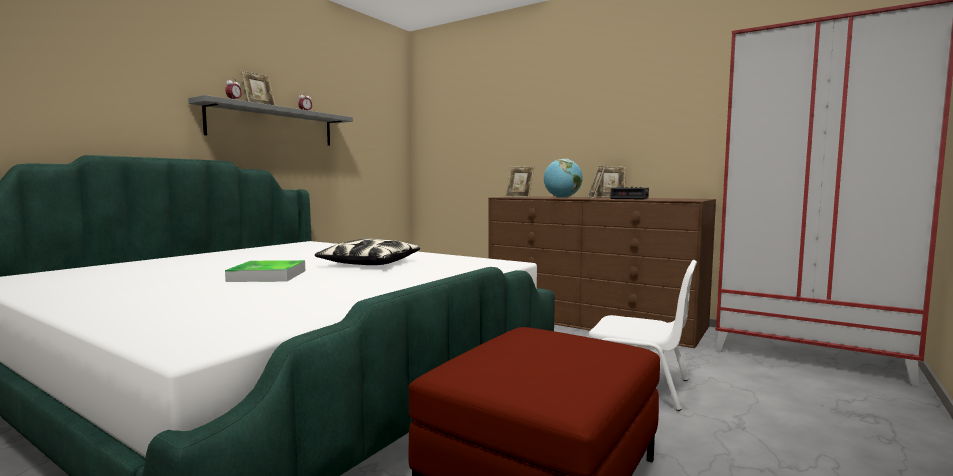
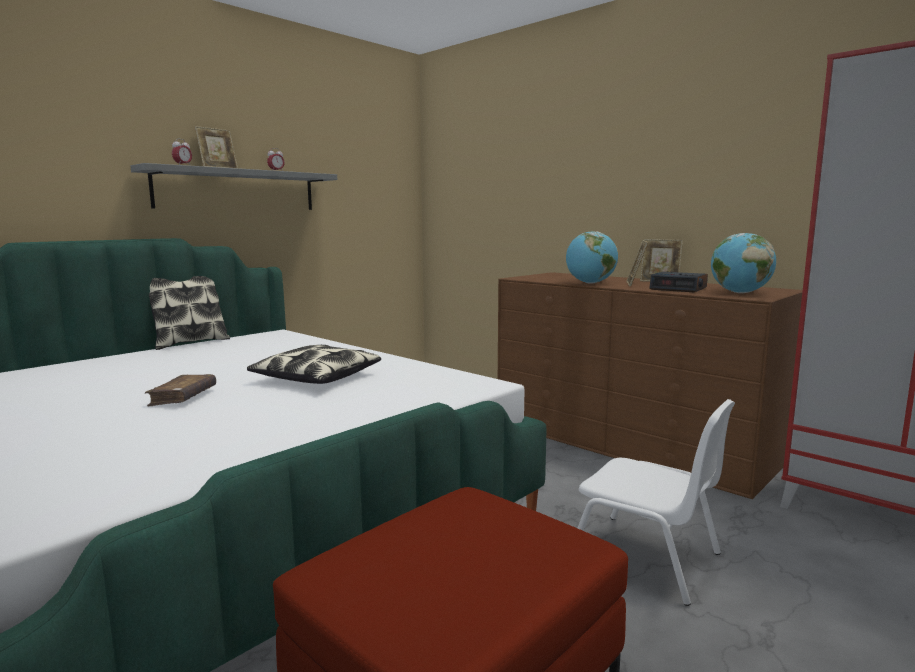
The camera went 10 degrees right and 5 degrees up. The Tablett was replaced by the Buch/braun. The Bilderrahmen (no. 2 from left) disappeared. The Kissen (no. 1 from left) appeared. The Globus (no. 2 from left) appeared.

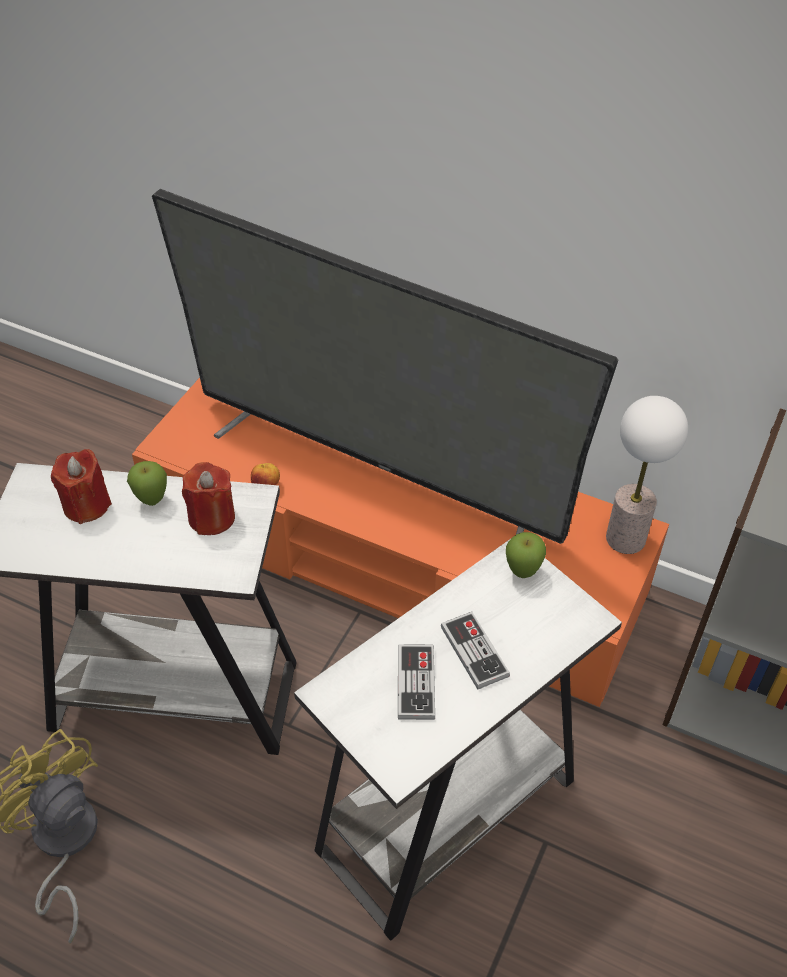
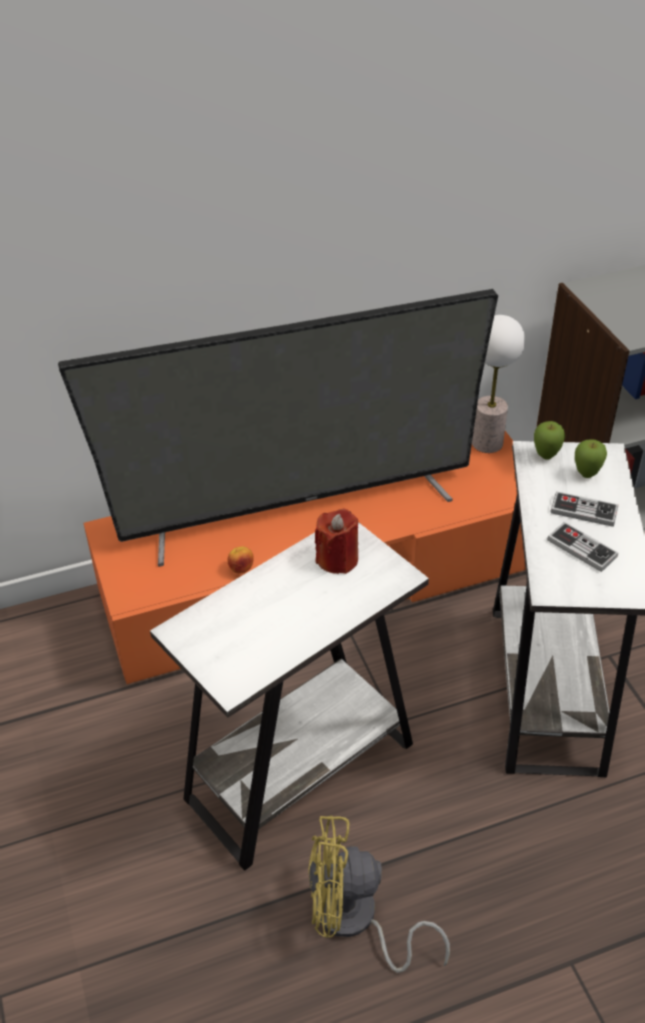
The camera went 45 degrees left and 5 degrees down. The Kerze/rot (no. 1 from left) disappeared. The Apfel (no. 1 from left in the first image) moved.

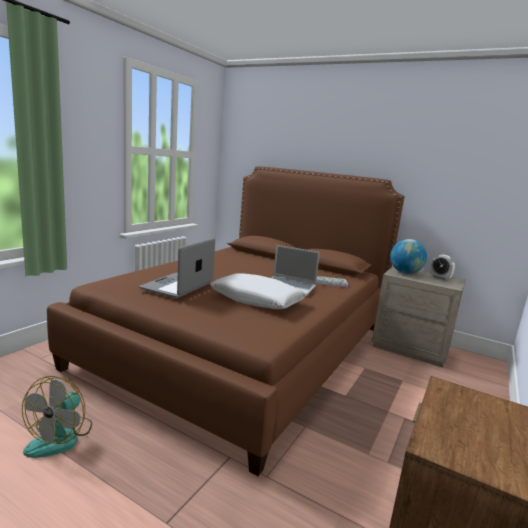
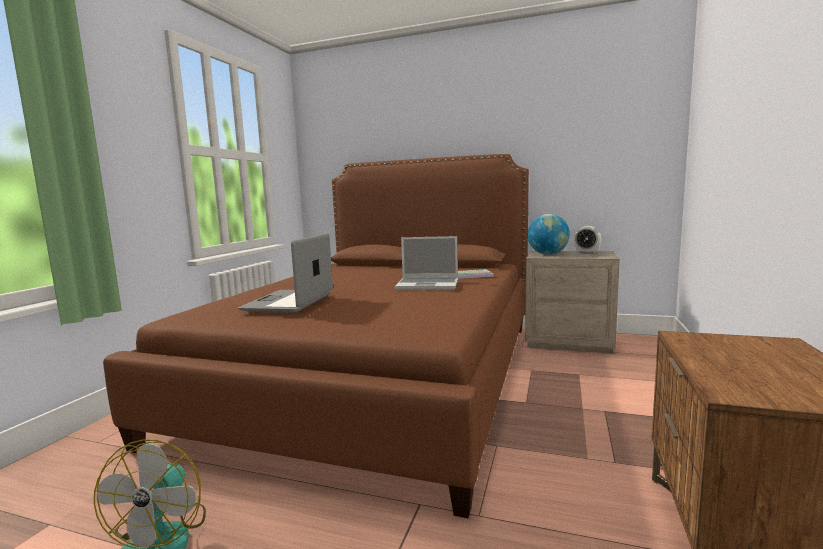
The camera went 10 degrees left and 5 degrees down. The Kissen/weiß disappeared.

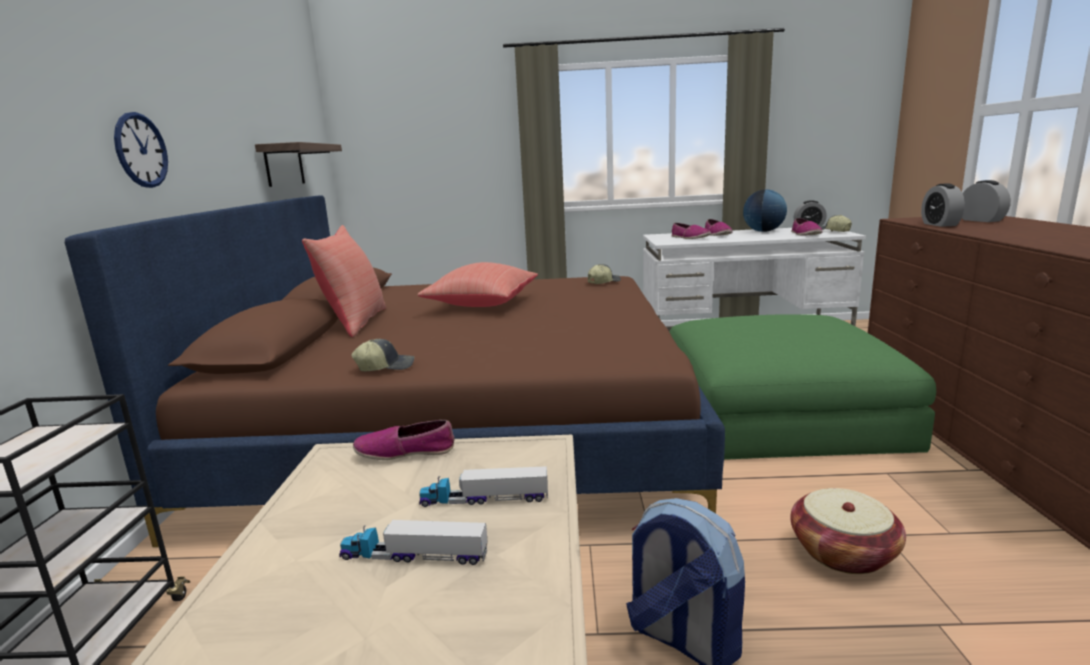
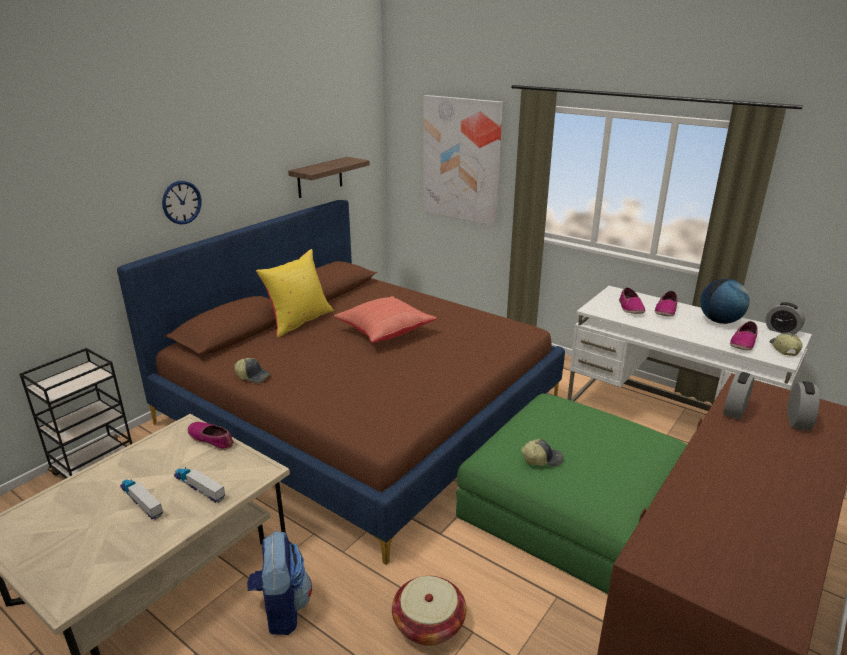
The camera went 35 degrees right and 10 degrees up. The Kissen/rot (no. 1 from left) became the Kissen/gelb. The Kappe (no. 2 from left) moved. The Bild appeared.

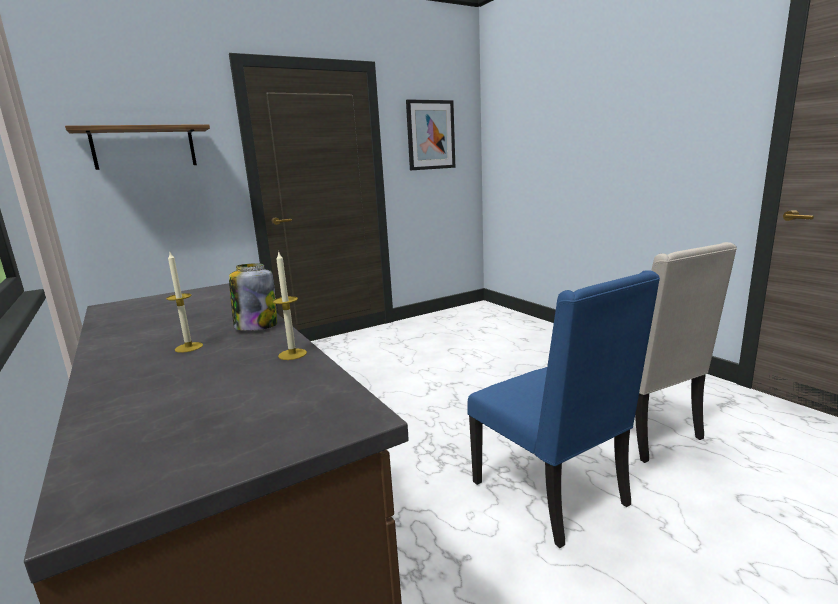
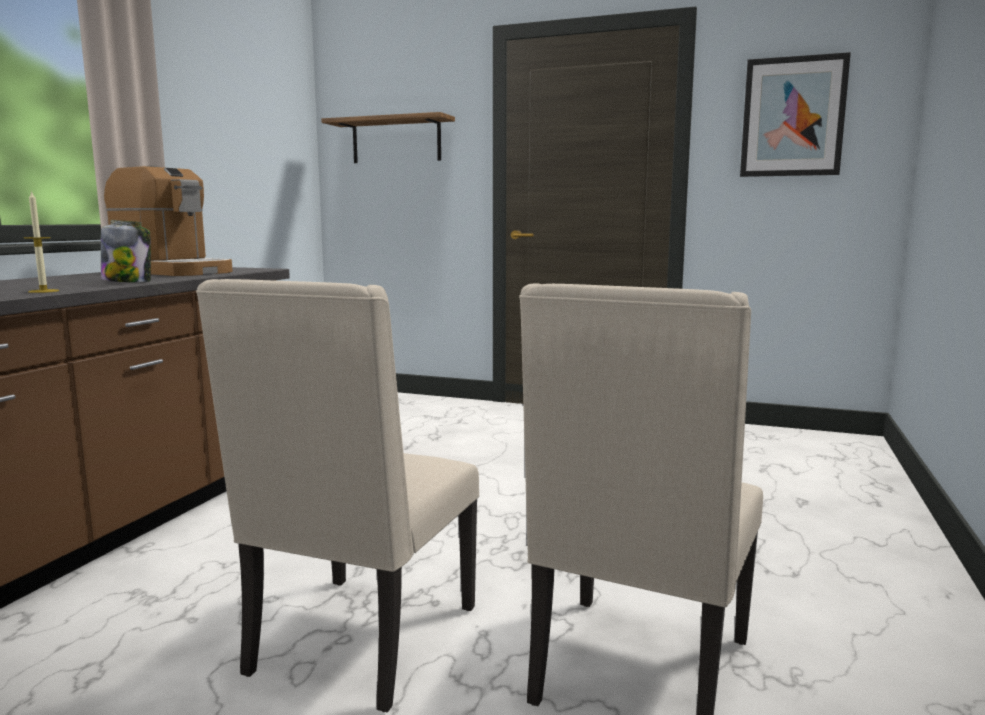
The camera went 50 degrees right and 5 degrees down. The Kerze (no. 1 from left) disappeared. The Stuhl/blau became the Stuhl/beige (no. 1 from left). The Kaffeemaschine appeared.

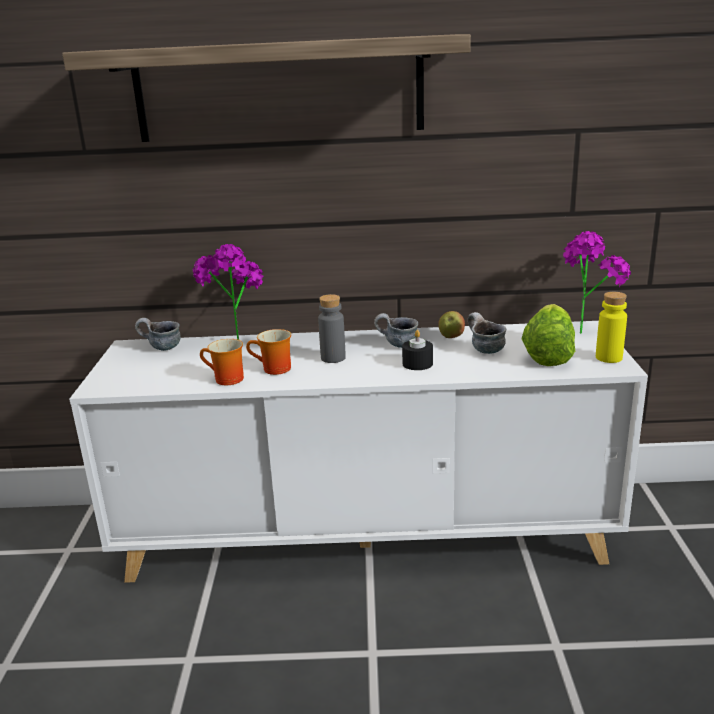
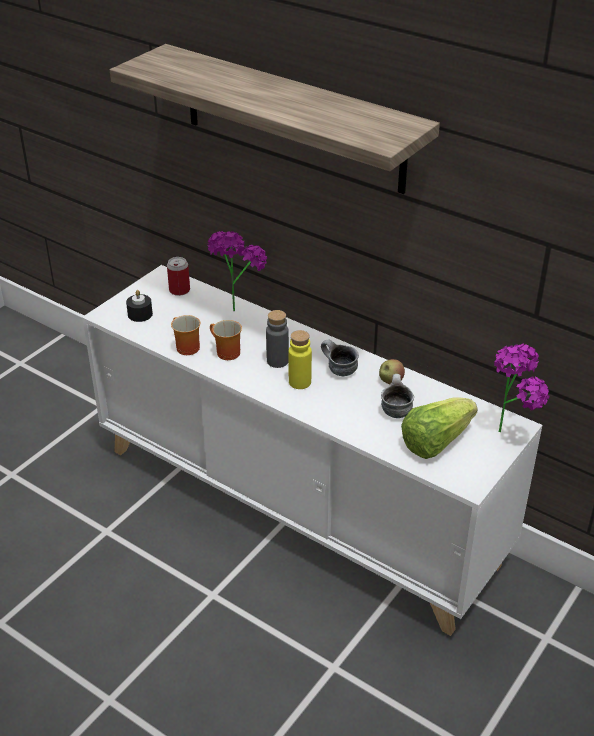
The camera went 35 degrees right and 15 degrees up. The Henkelbecher (no. 1 from left) was replaced by the Dose. The Kerze/schwarz moved. The Flasche/gelb moved.

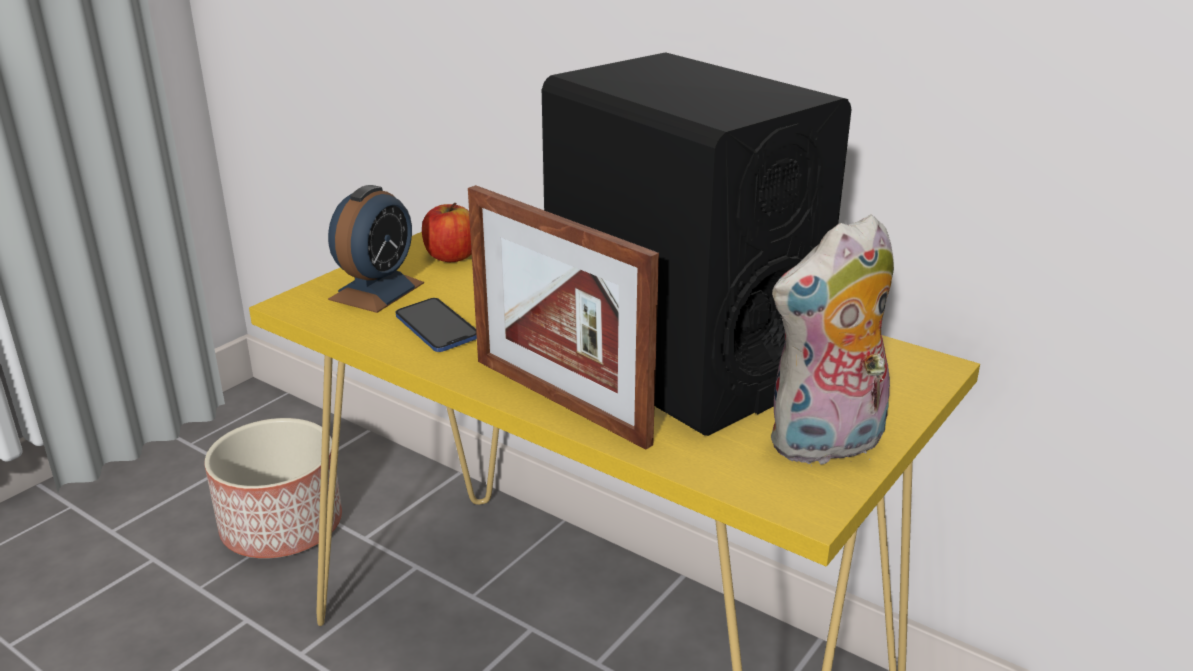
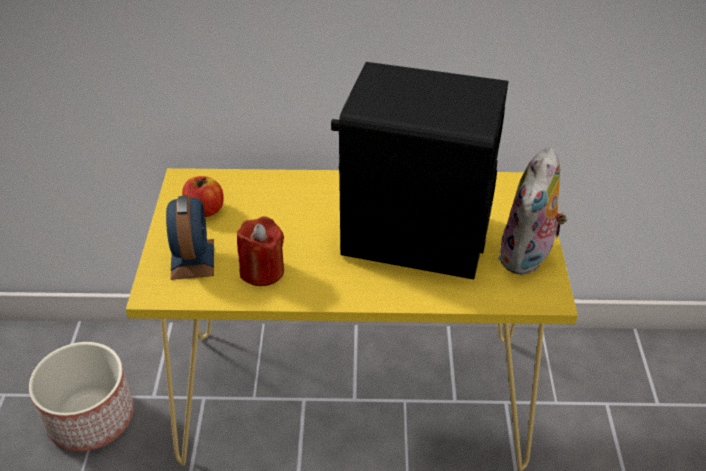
The camera went 35 degrees left and 15 degrees up. The Handy was replaced by the Kerze/rot. The Bilderrahmen disappeared.

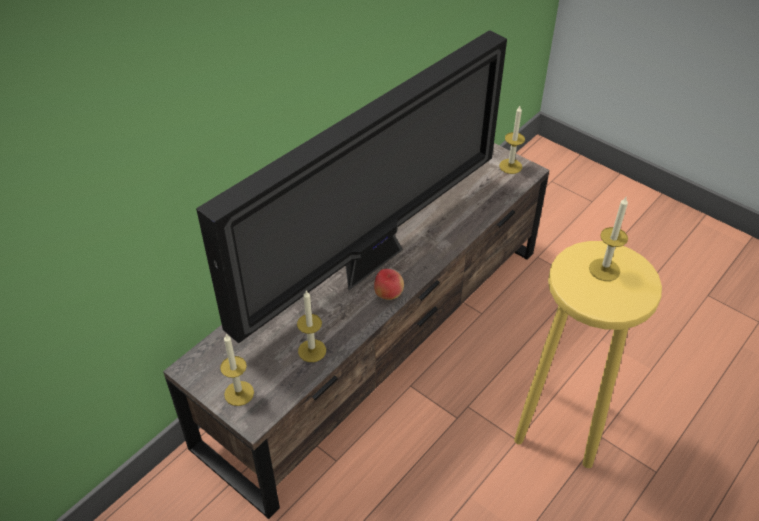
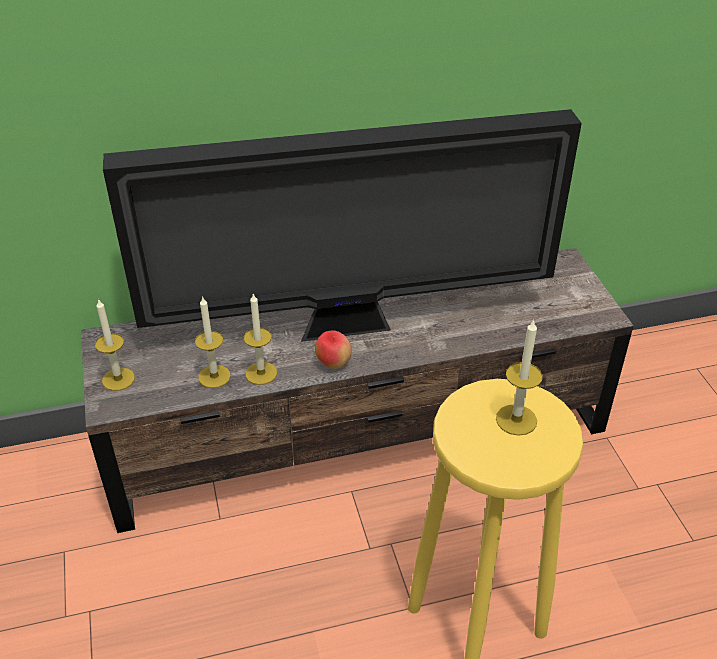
The camera went 35 degrees right and 5 degrees down. The Kerze (no. 3 from left) moved.

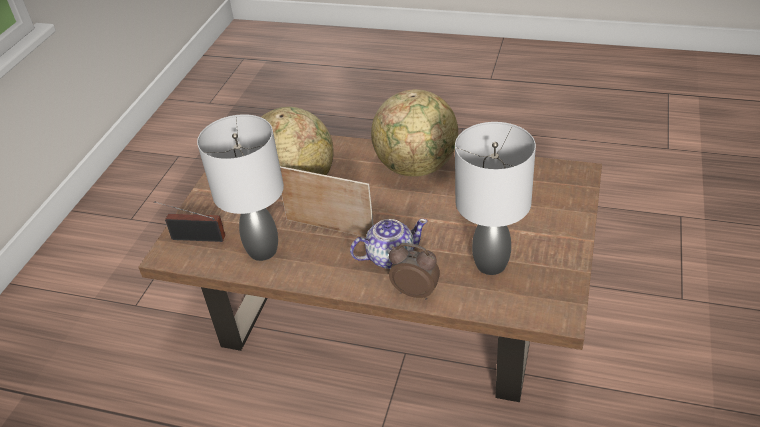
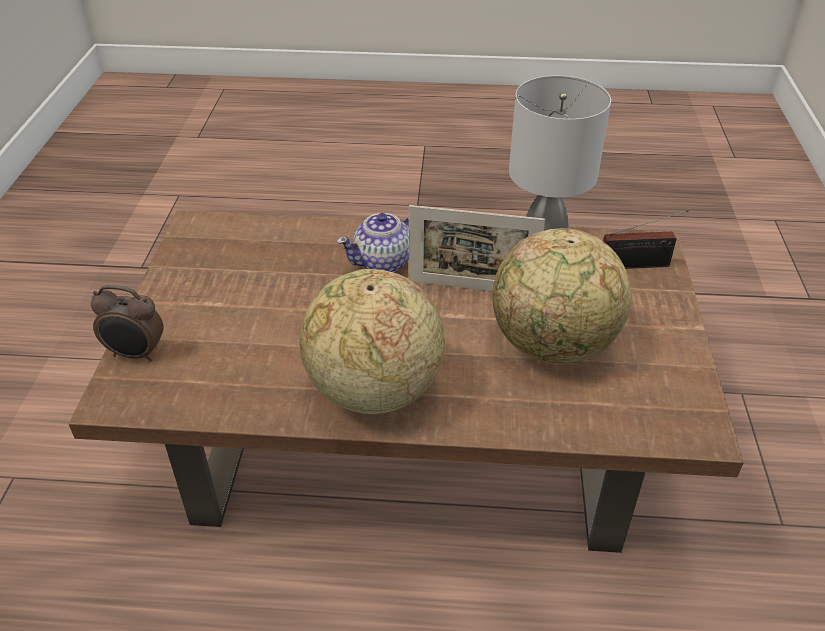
The camera went 165 degrees right and 0 degrees up. The Wecker moved. The Tischlampe/grau (no. 2 from left) disappeared.

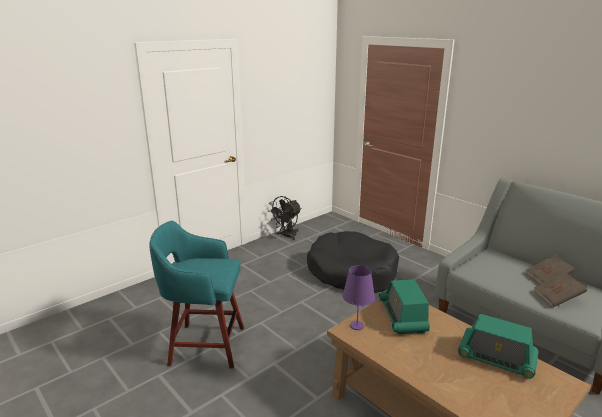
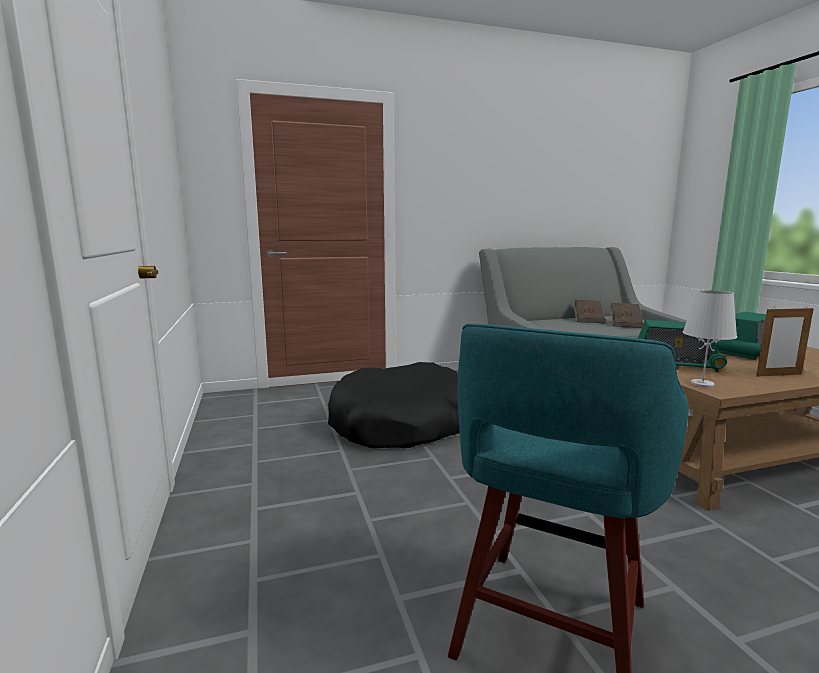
The camera went 65 degrees left and 10 degrees down. The Ventilator/schwarz disappeared. The Tischlampe/lila became the Tischlampe/weiß. The Bilderrahmen appeared.

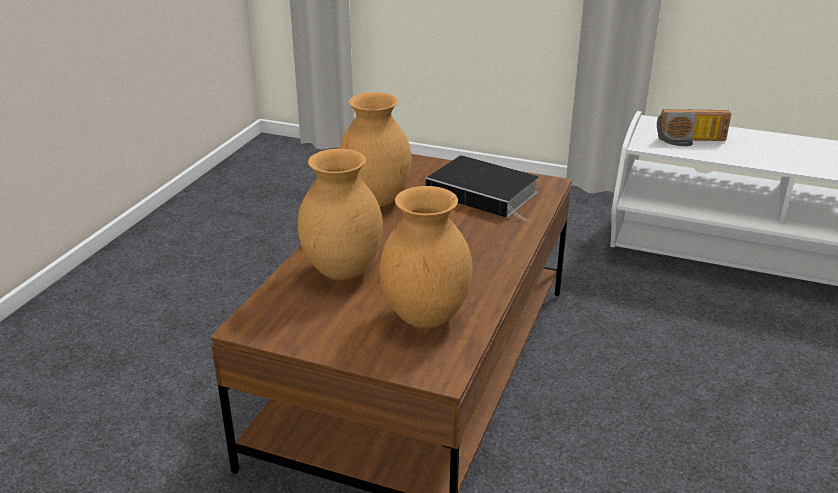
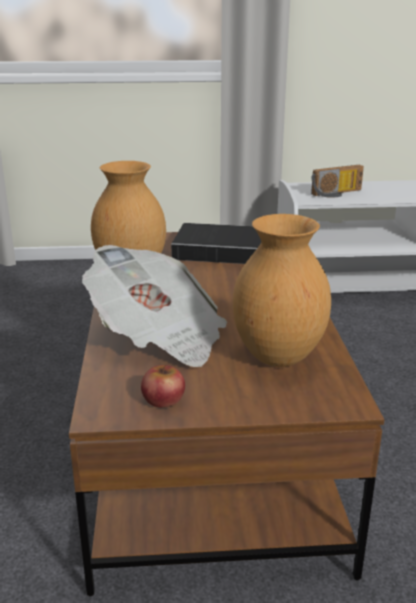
The camera went 25 degrees left and 5 degrees down. The Vase/braun (no. 1 from left) was replaced by the Zeitung. The Apfel appeared.

